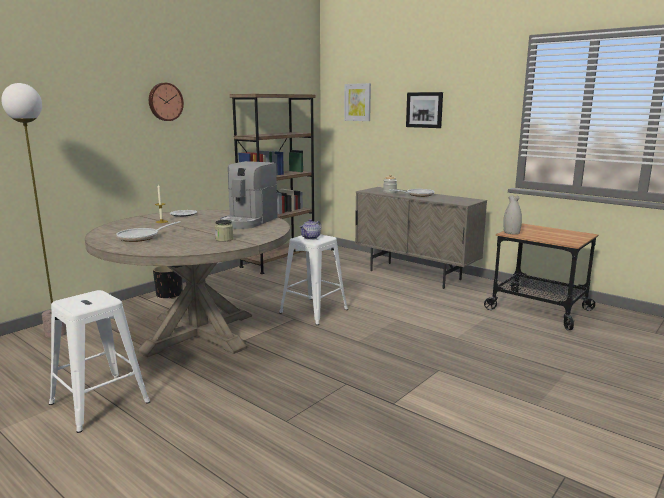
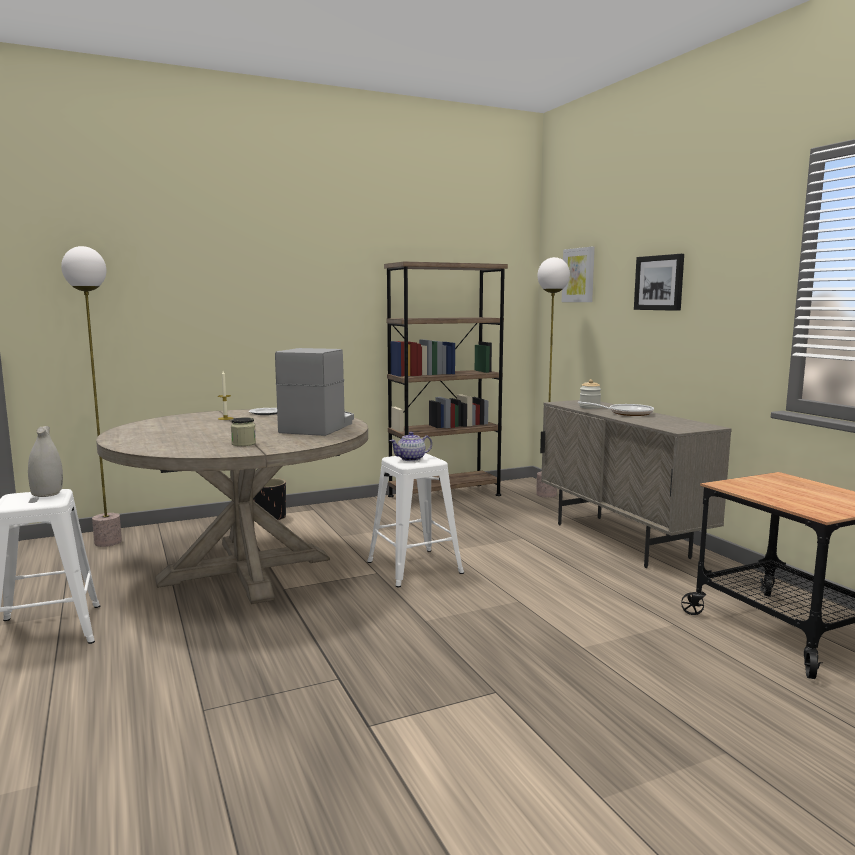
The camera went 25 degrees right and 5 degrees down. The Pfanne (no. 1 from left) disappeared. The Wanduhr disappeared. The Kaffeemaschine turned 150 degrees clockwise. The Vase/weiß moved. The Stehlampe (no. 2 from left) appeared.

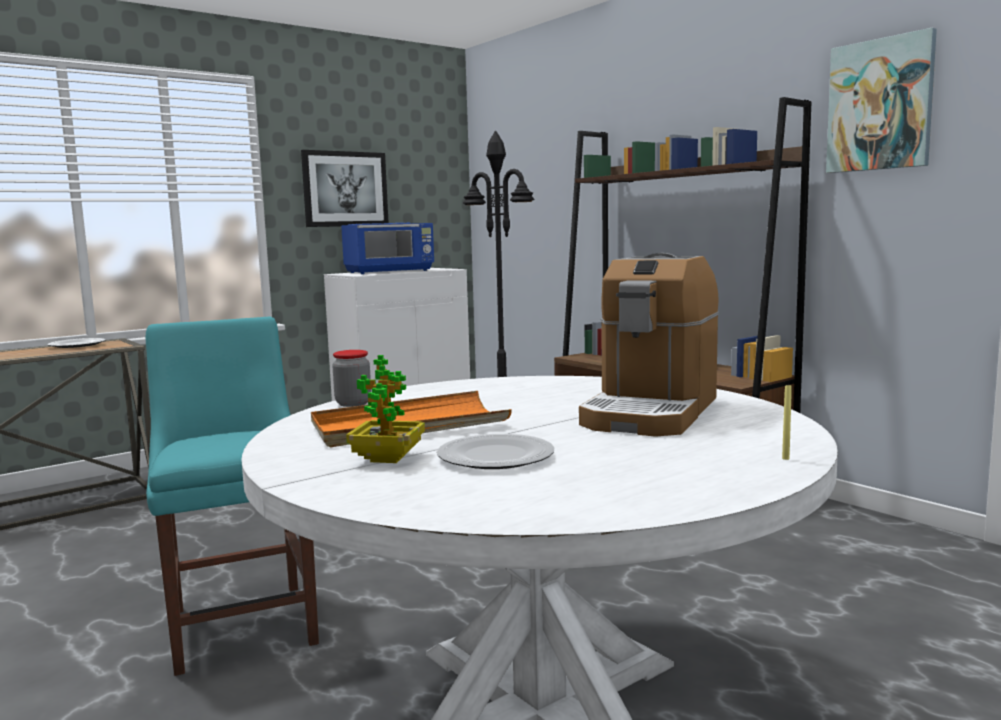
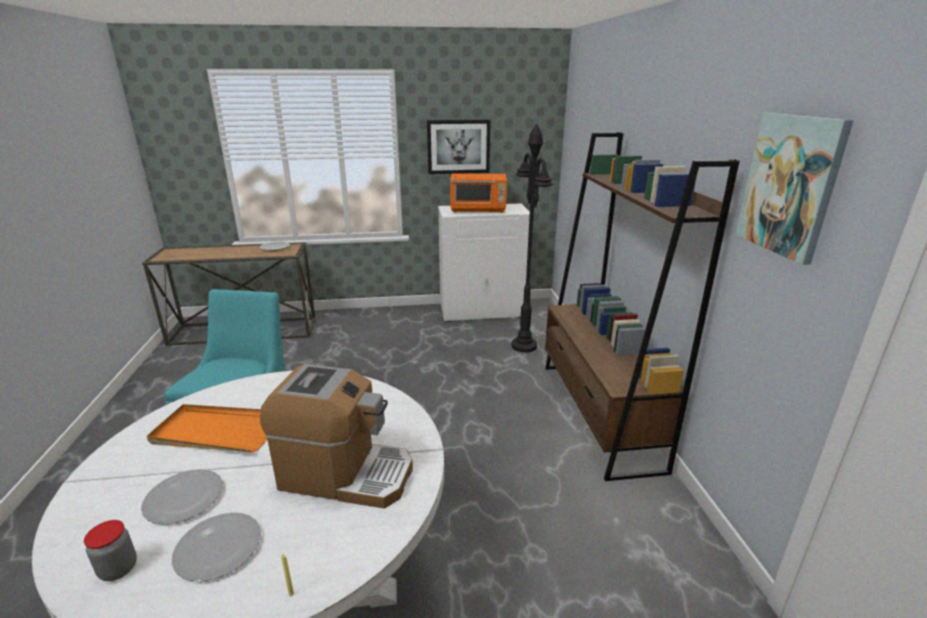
The camera went 30 degrees right and 15 degrees up. The Vorratsglas moved. The Mikrowelle/blau became the Mikrowelle/orange. The Topfpflanze disappeared. The Kaffeemaschine turned 135 degrees counterclockwise. The Teller (no. 2 from left) appeared.

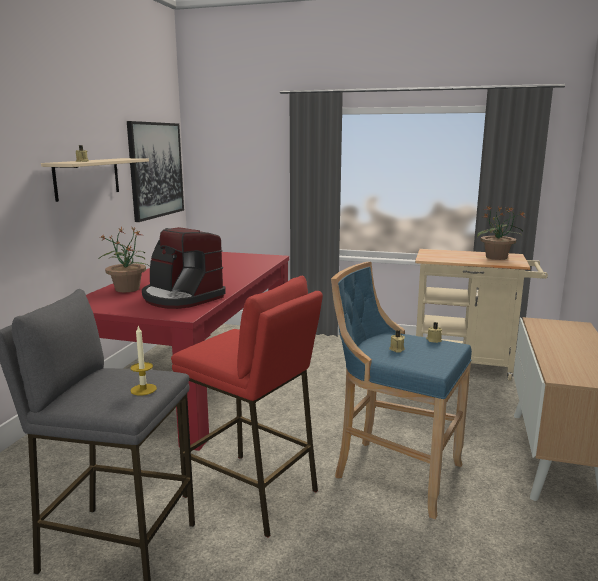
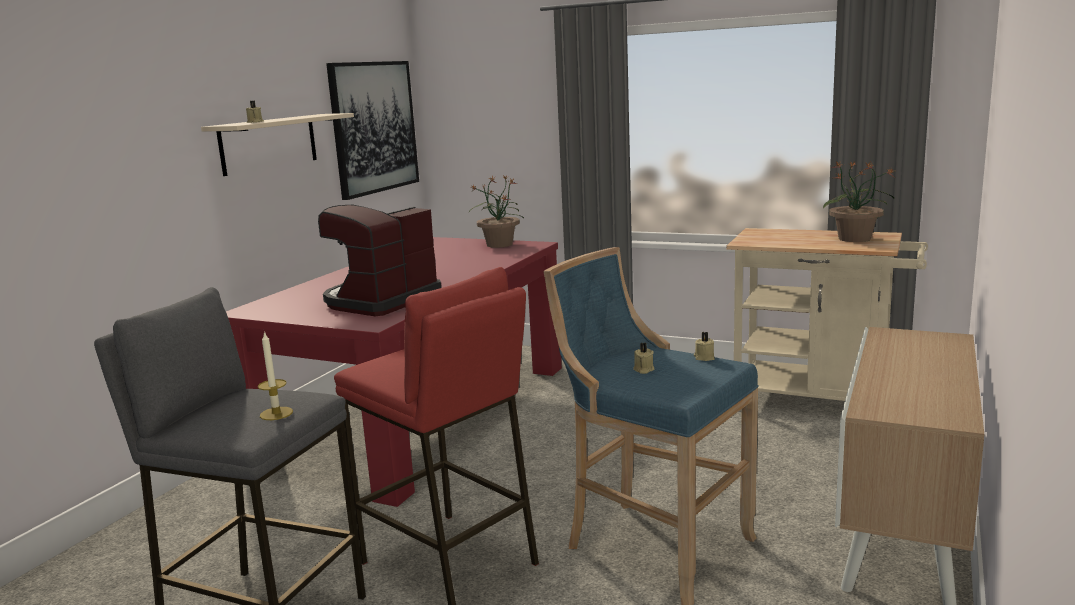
The camera went 10 degrees right and 0 degrees up. The Topfpflanze (no. 1 from left) moved. The Kaffeemaschine turned 75 degrees clockwise.

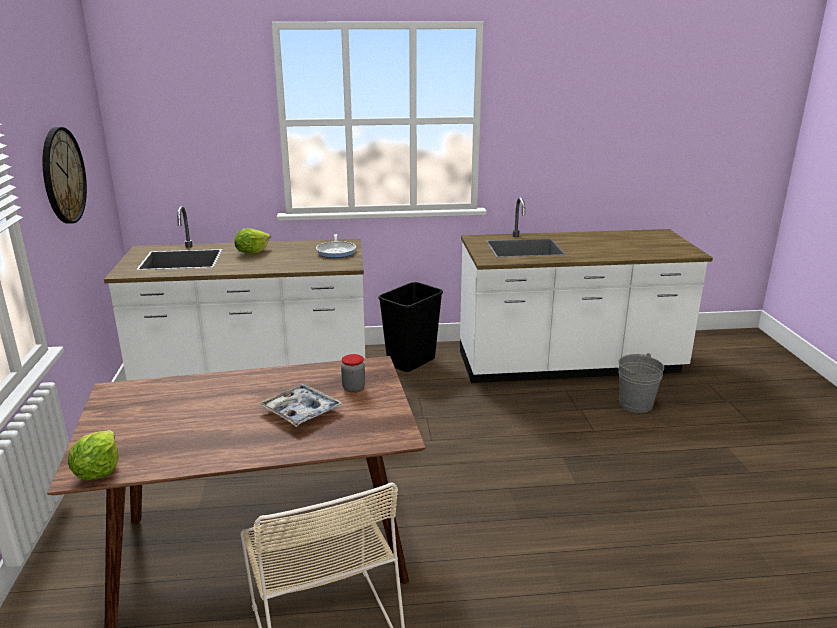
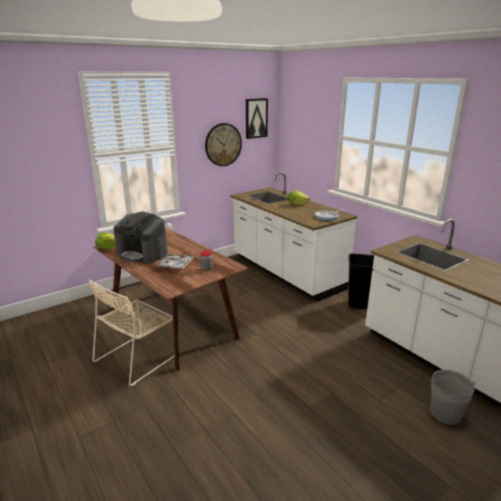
The camera went 60 degrees right and 0 degrees up. The Kaffeemaschine appeared. The Bild appeared.

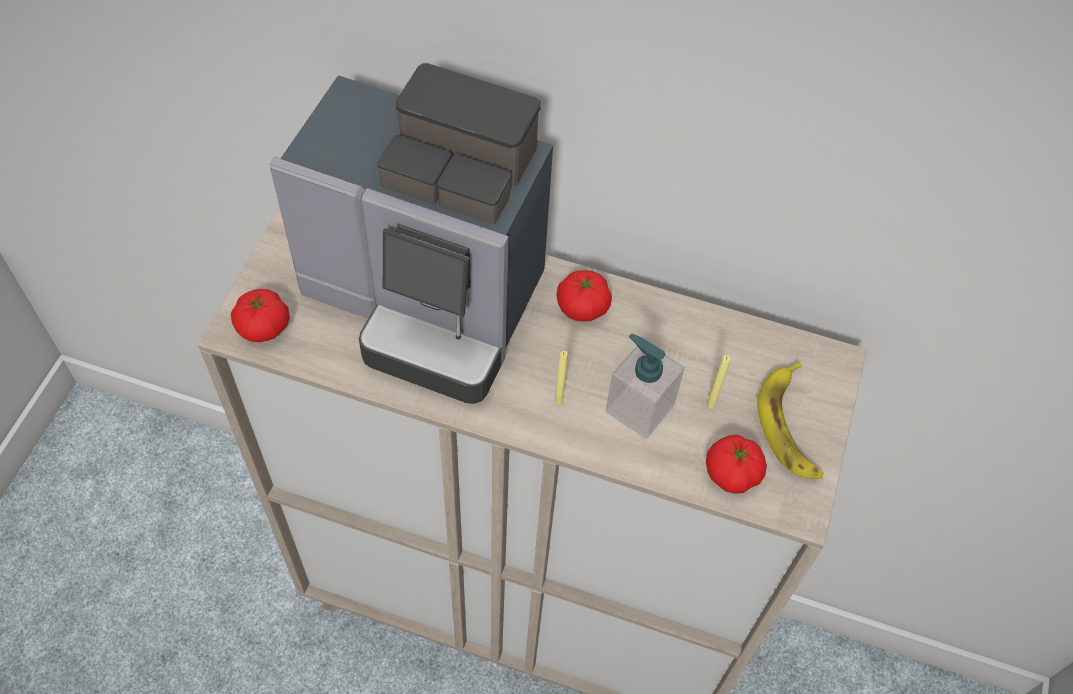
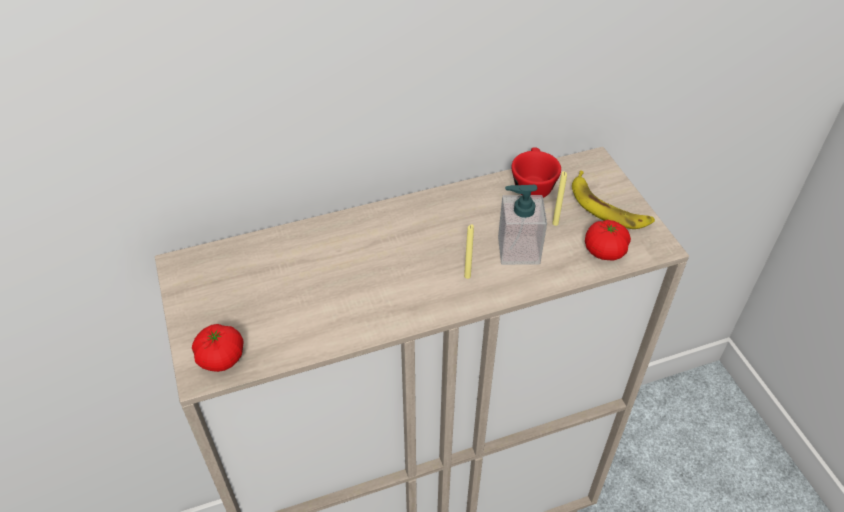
The camera went 35 degrees left and 10 degrees down. The Kaffeemaschine disappeared. The Tomate (no. 2 from left) disappeared. The Tasse/rot appeared.

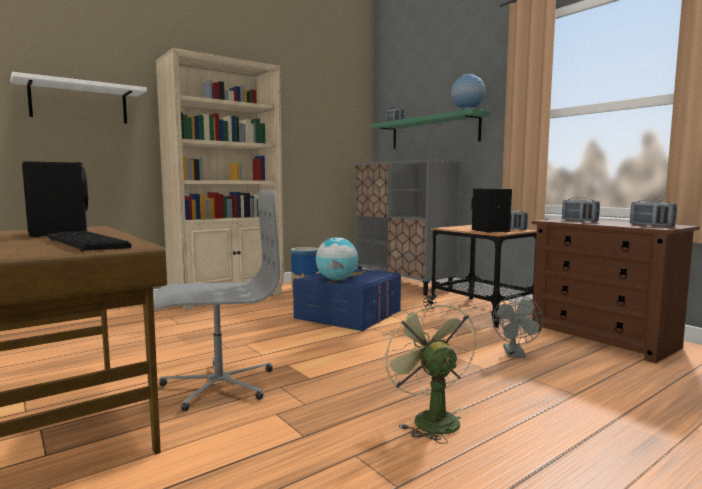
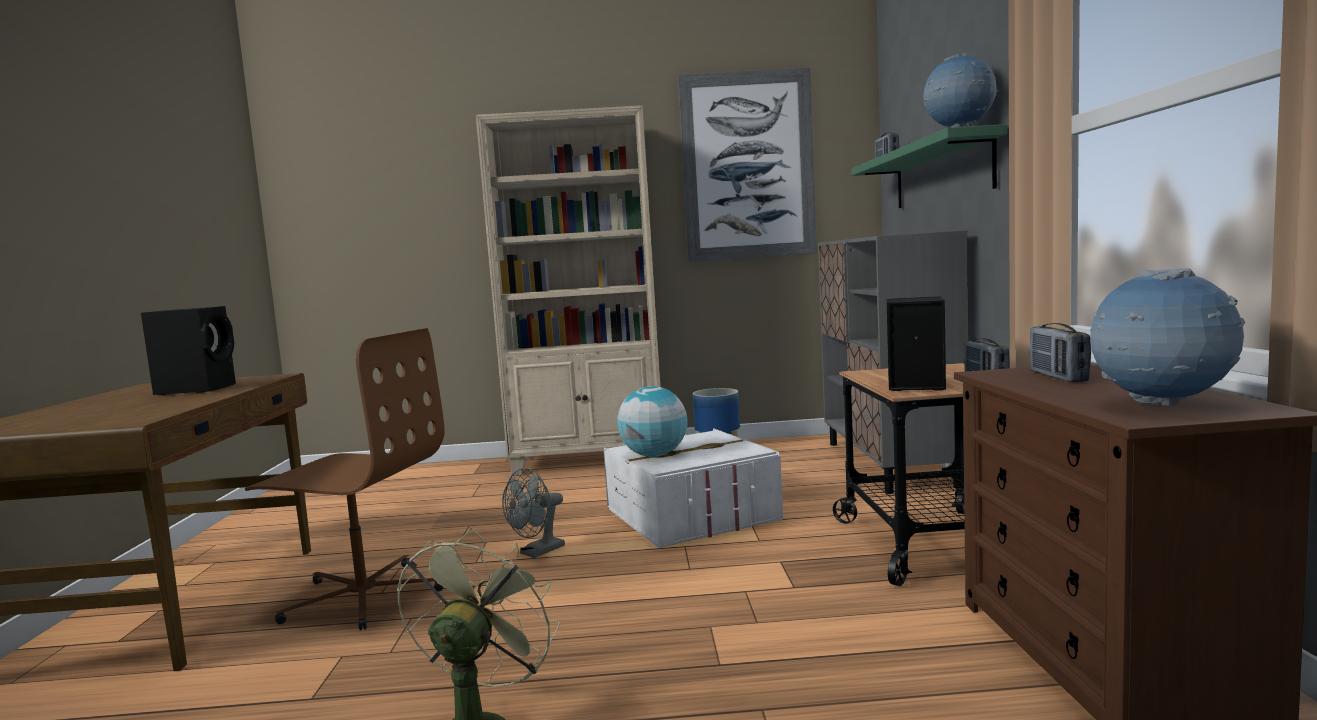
The camera went 35 degrees right and 0 degrees up. The Wandregal/weiß disappeared. The Tastatur disappeared. The Bürostuhl/grau became the Bürostuhl/braun. The Aufbewahrungsbox/blau became the Aufbewahrungsbox/weiß. The Ventilator/grau moved. The Radio (no. 4 from left) was replaced by the Globus (no. 3 from left). The Bild appeared.

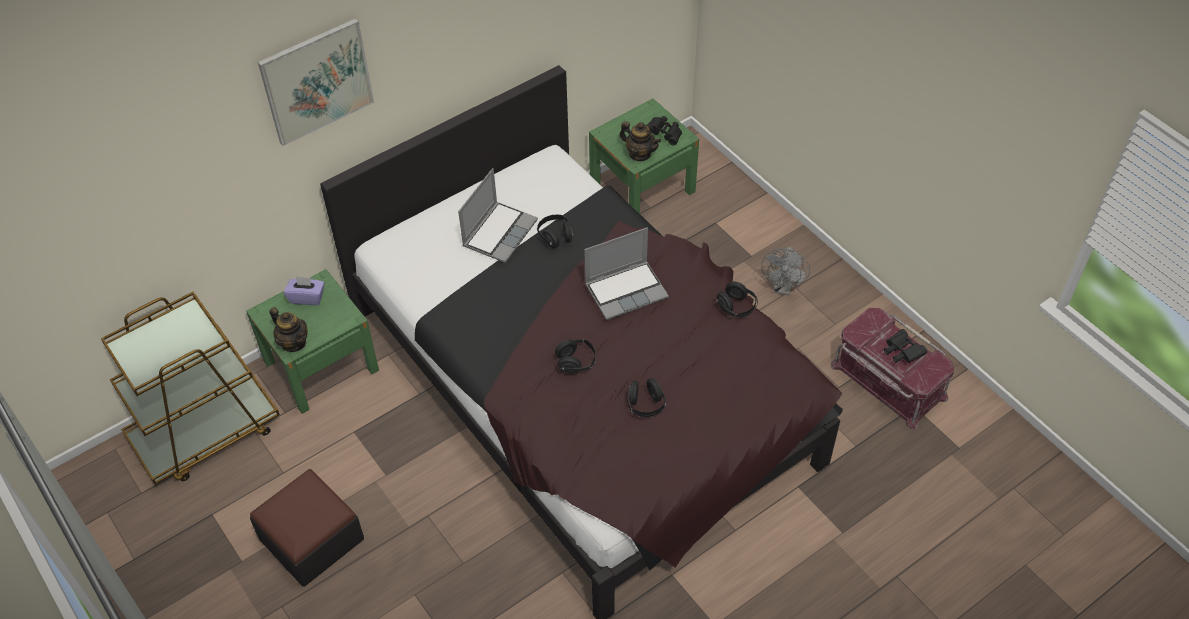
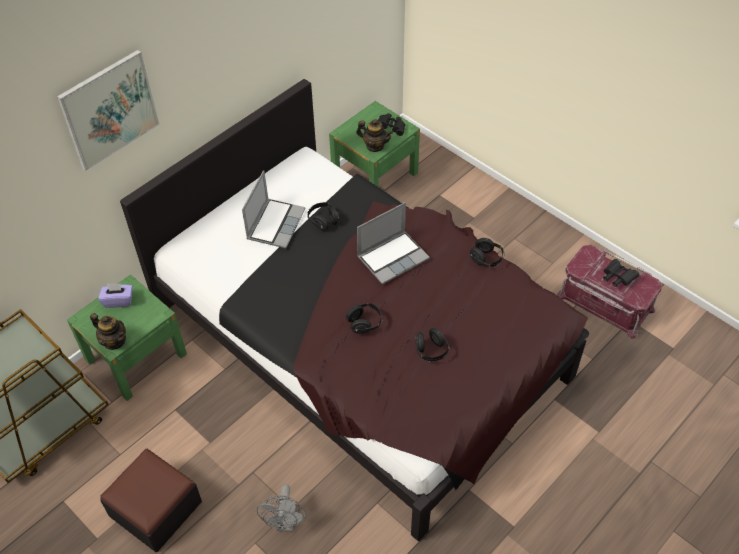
The camera went 10 degrees left and 0 degrees up. The Ventilator/grau moved.

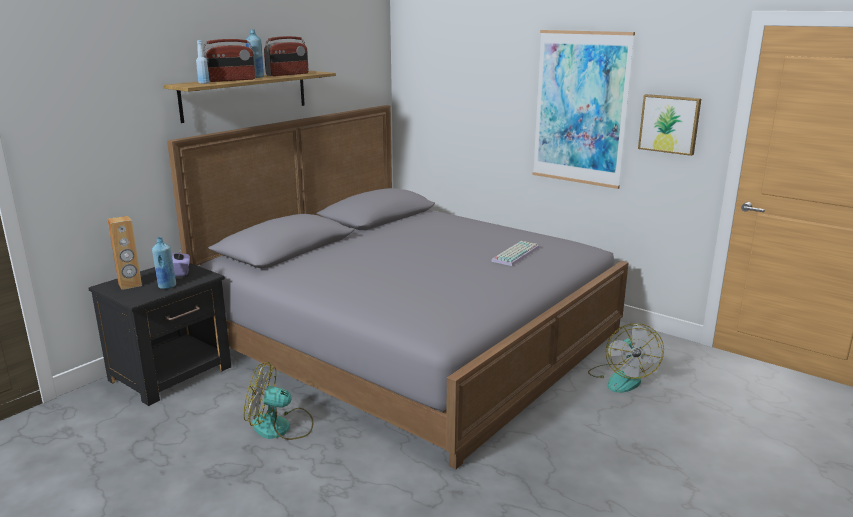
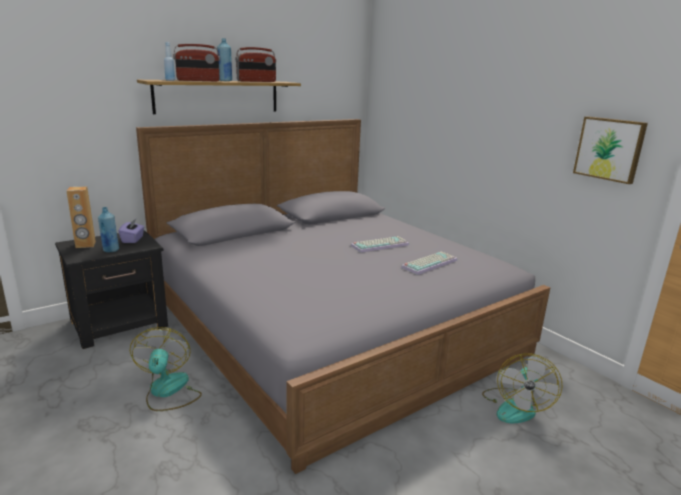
The camera went 15 degrees right and 0 degrees up. The Ventilator (no. 1 from left) turned 60 degrees clockwise. The Bild (no. 1 from left) disappeared. The Tastatur (no. 1 from left) appeared.

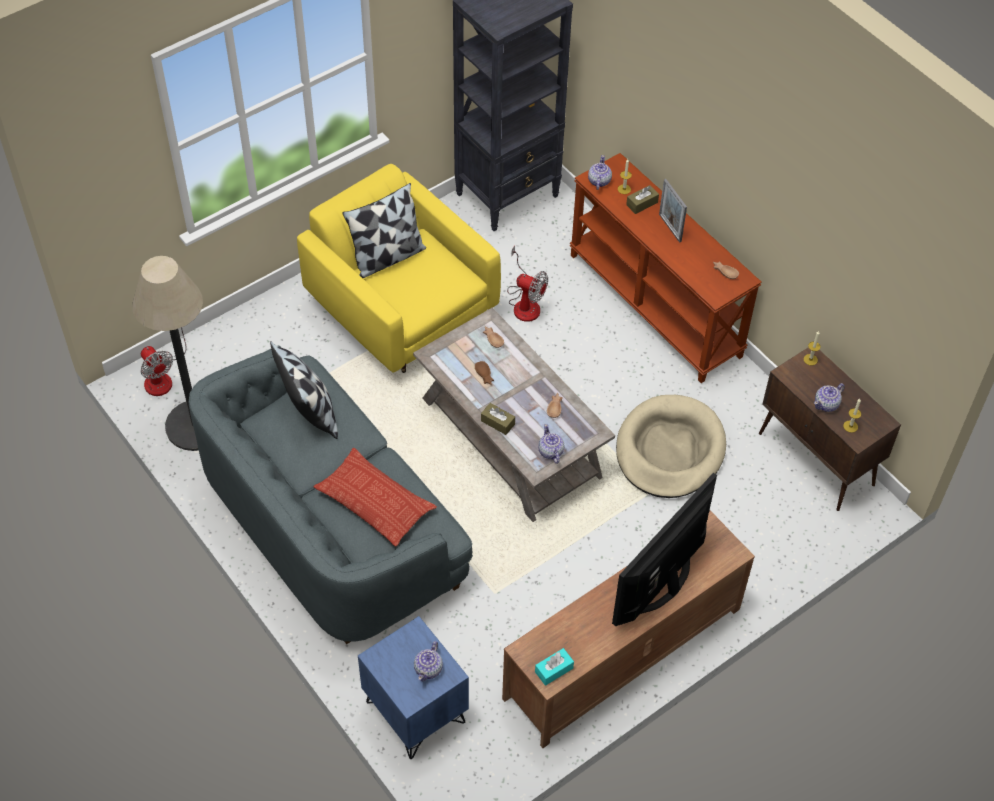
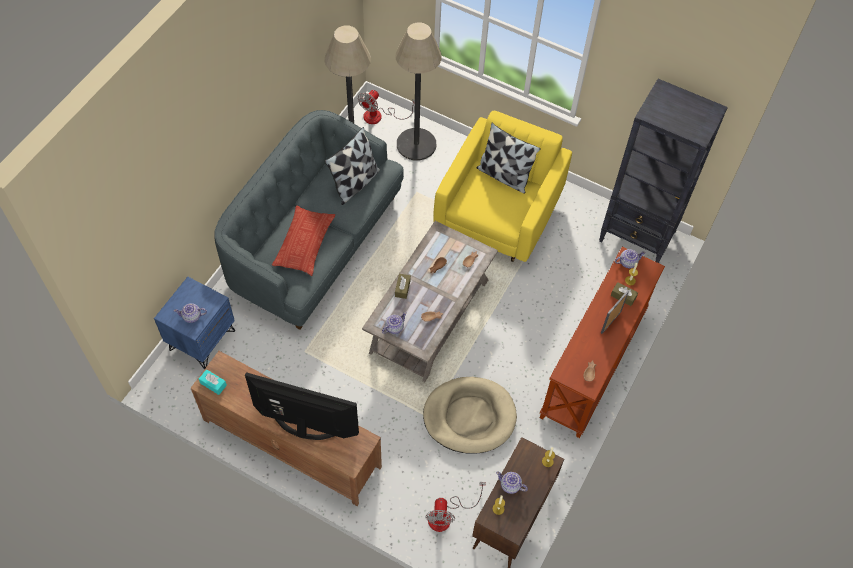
The camera went 65 degrees right and 5 degrees up. The Ventilator (no. 2 from left) moved. The Stehlampe (no. 2 from left) appeared.

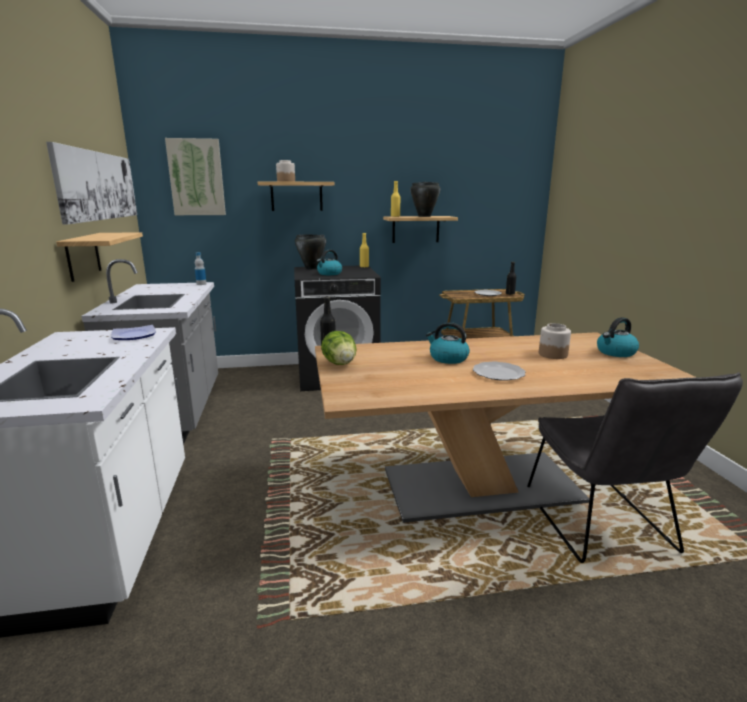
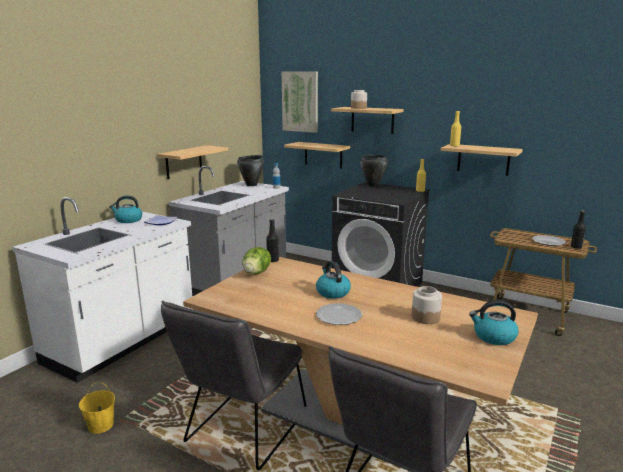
The camera went 40 degrees right and 0 degrees up. The Bild (no. 1 from left) disappeared. The Wasserkessel (no. 1 from left) moved. The Kochtopf/schwarz (no. 2 from left in the first image) moved. The Eimer/gelb appeared. The Stuhl/grau (no. 1 from left) appeared. The Wandregal (no. 2 from left) appeared.

